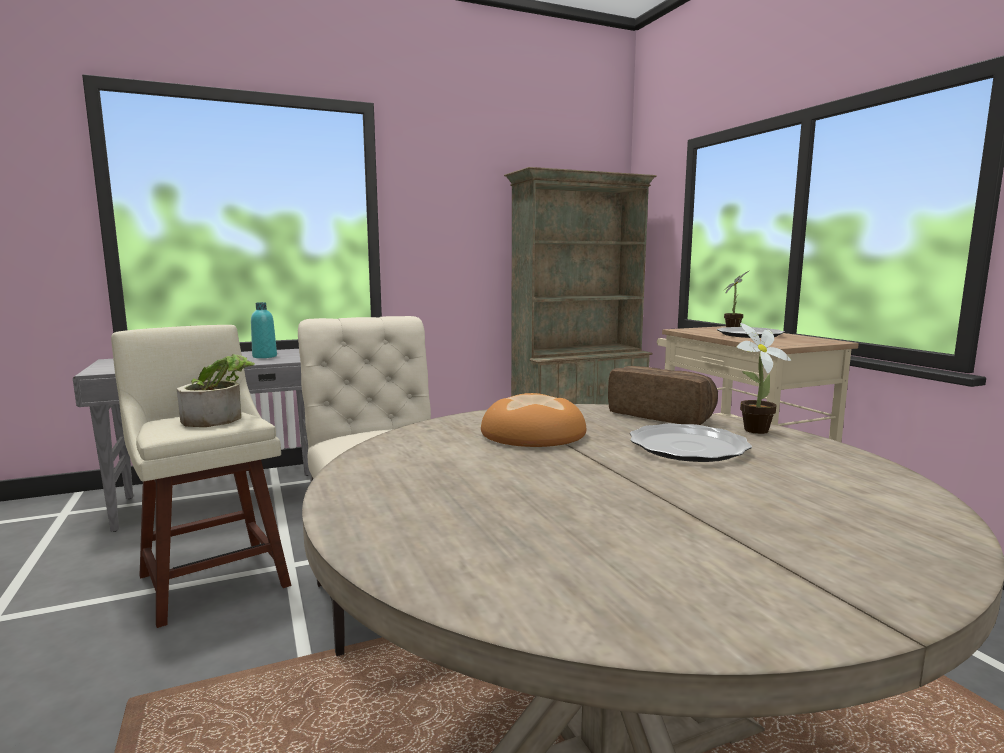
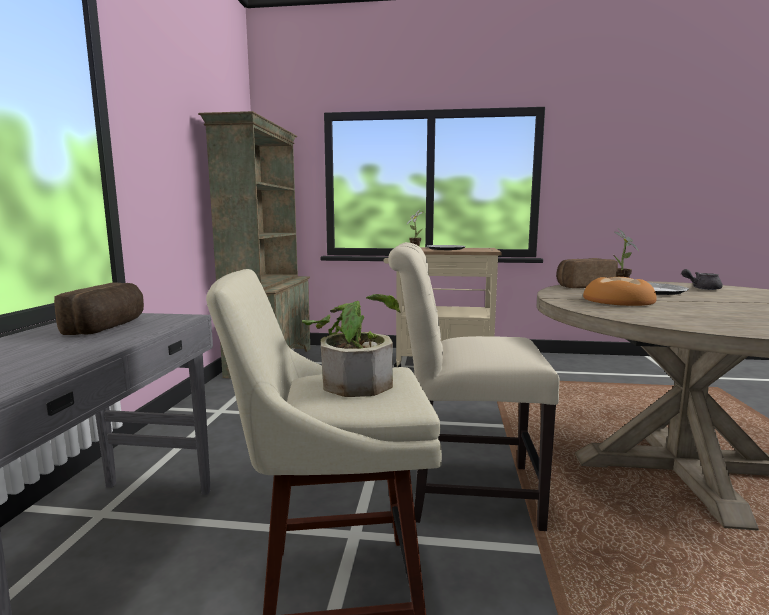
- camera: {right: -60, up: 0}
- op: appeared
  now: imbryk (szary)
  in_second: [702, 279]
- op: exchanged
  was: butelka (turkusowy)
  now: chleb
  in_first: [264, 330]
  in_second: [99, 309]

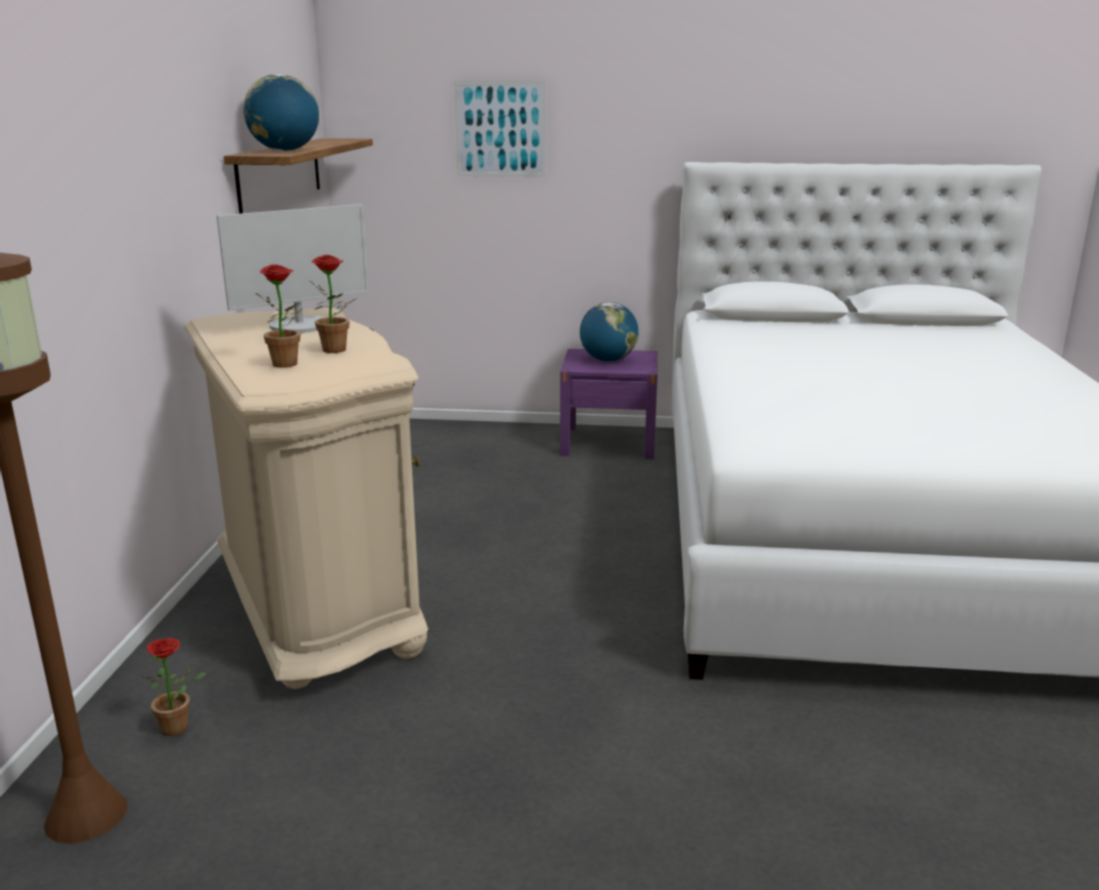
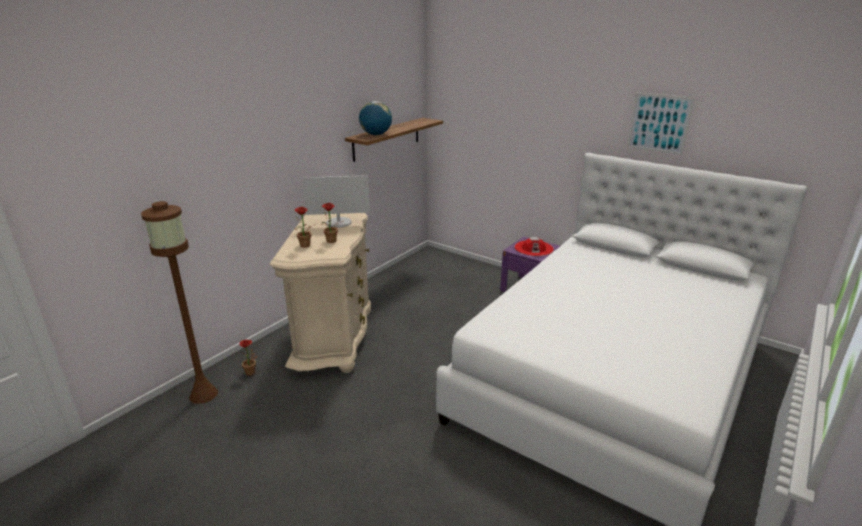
- camera: {right: 30, up: 5}
- op: relocated
  was: obraz
  in_first: [500, 129]
  in_second: [660, 123]
- op: exchanged
  was: globus
  now: kapelusz (czerwony)
  in_first: [609, 332]
  in_second: [534, 246]

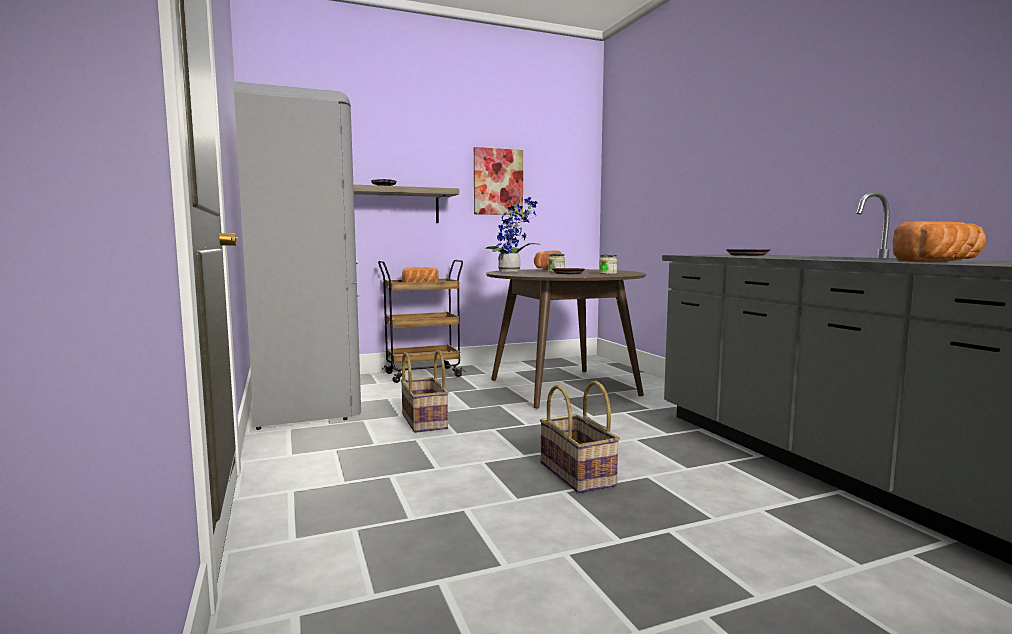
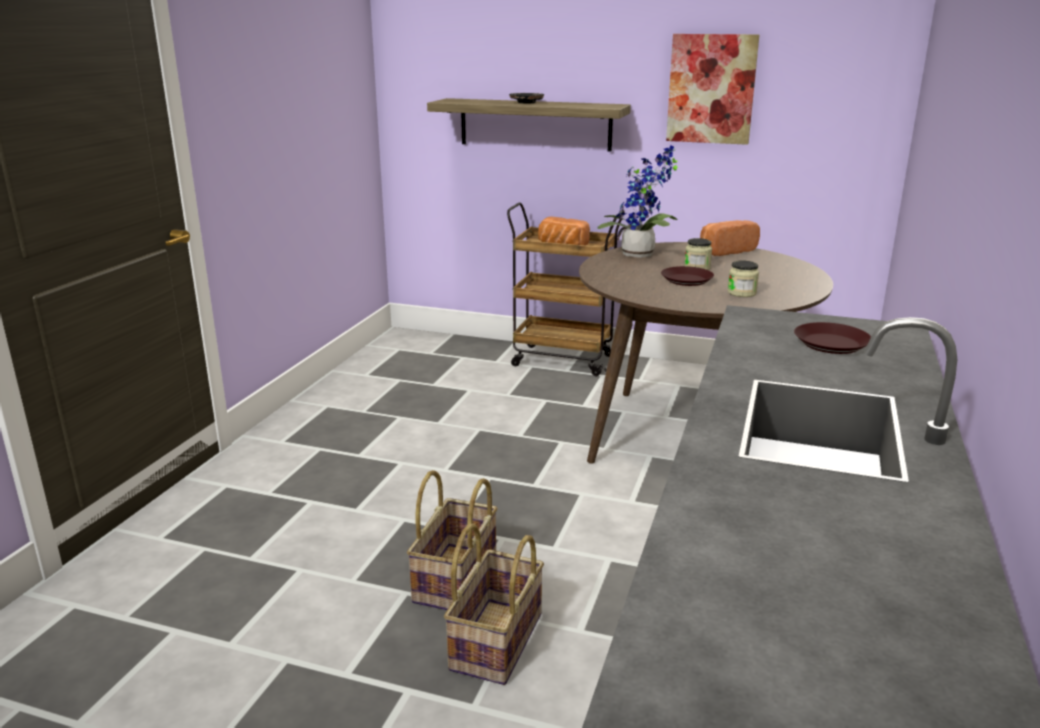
- camera: {right: 40, up: 15}
- op: missing
  was: lodówka (szary)
  in_first: [297, 255]
- op: missing
  was: chleb
  in_first: [939, 241]
- op: relocated
  was: koszyk
  in_first: [425, 391]
  in_second: [494, 604]

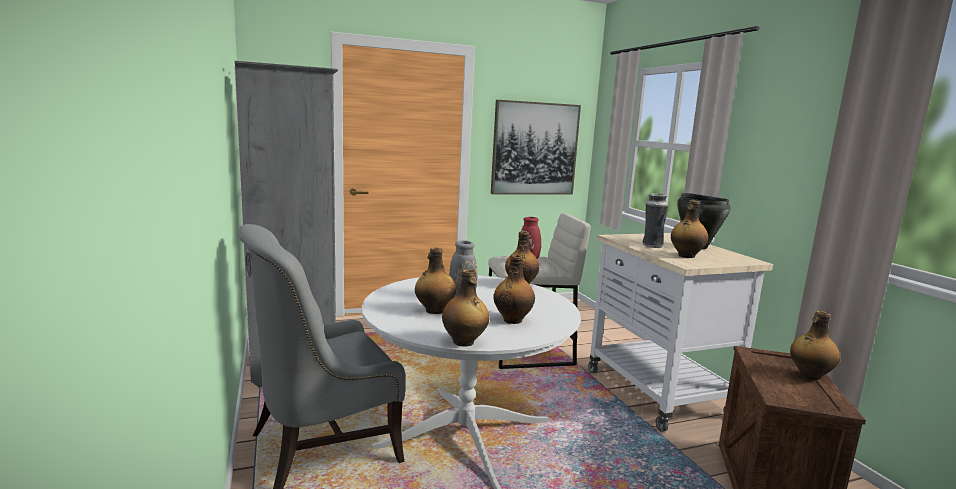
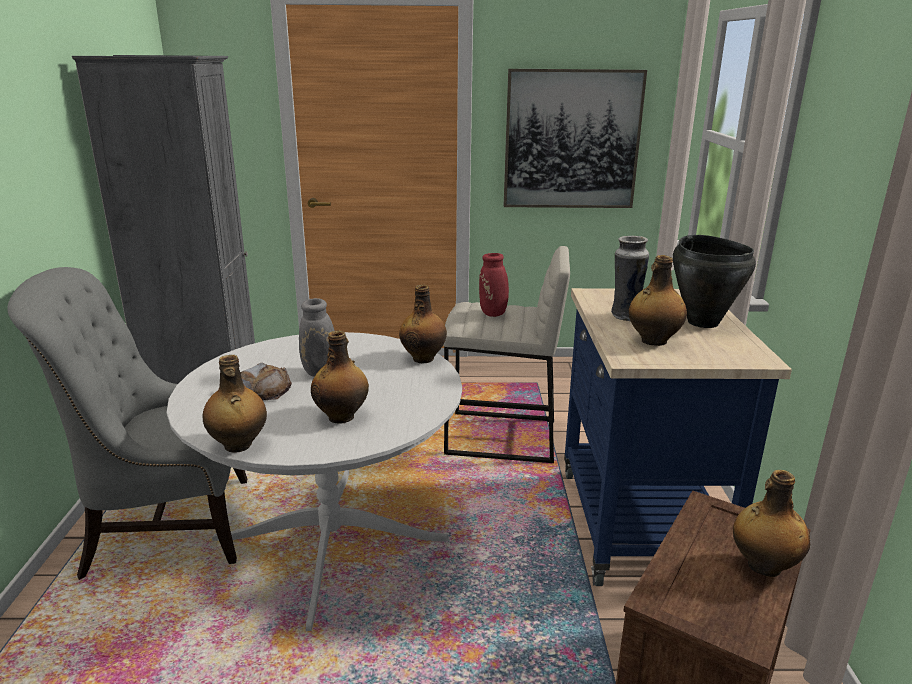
- camera: {right: 20, up: 10}
- op: exchanged
  was: butelka
  now: chleb
  in_first: [435, 280]
  in_second: [266, 381]
- op: colour
  was: wózek (biały)
  now: wózek (niebieski)
  in_first: [680, 332]
  in_second: [678, 437]

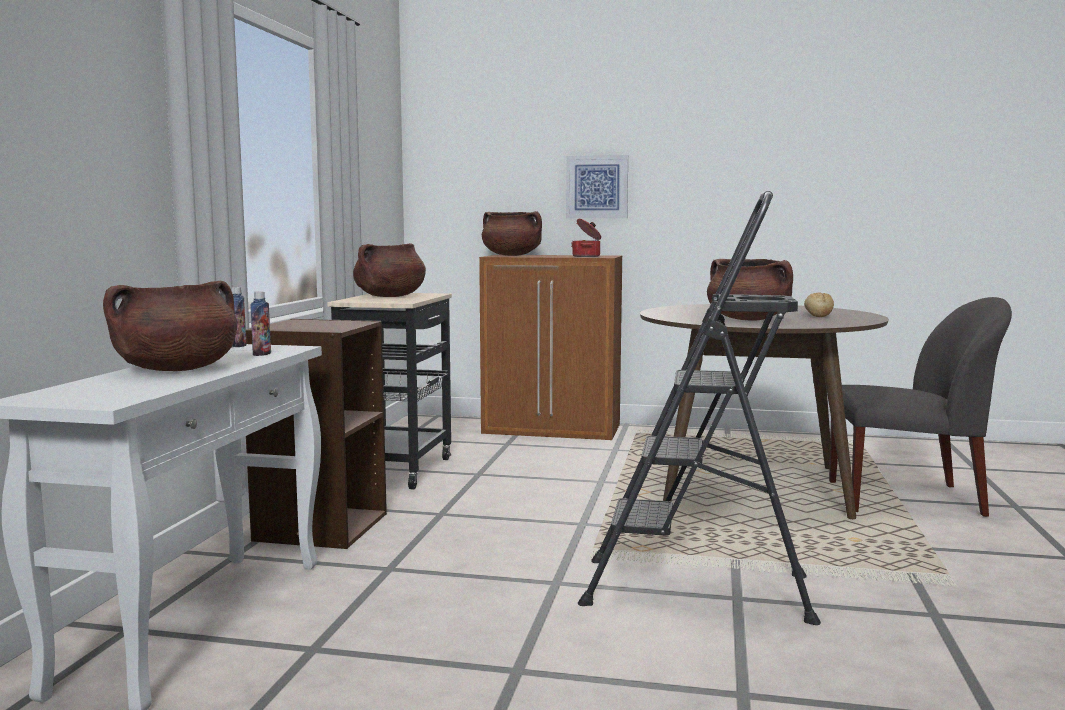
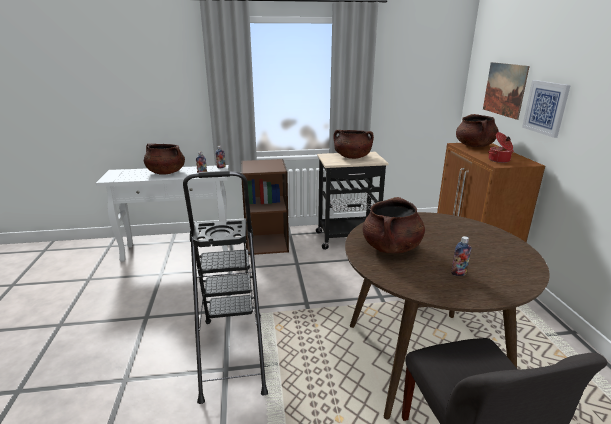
- camera: {right: 70, up: 15}
- op: appeared
  now: obraz
  in_second: [506, 91]
- op: exchanged
  was: chleb
  now: butelka
  in_first: [819, 304]
  in_second: [461, 256]

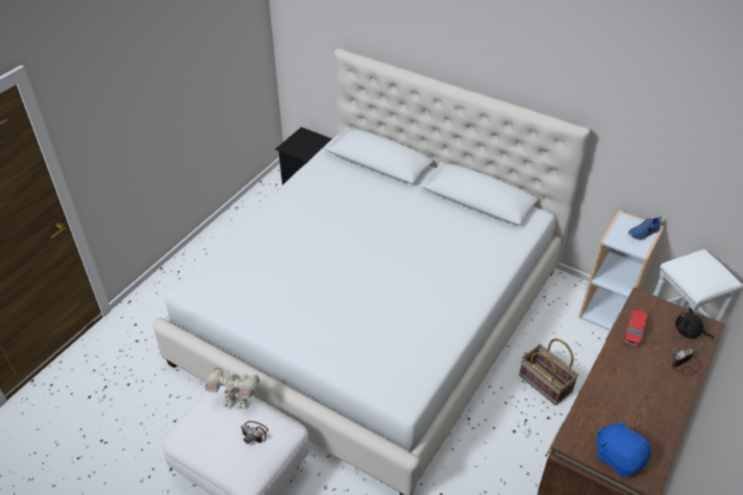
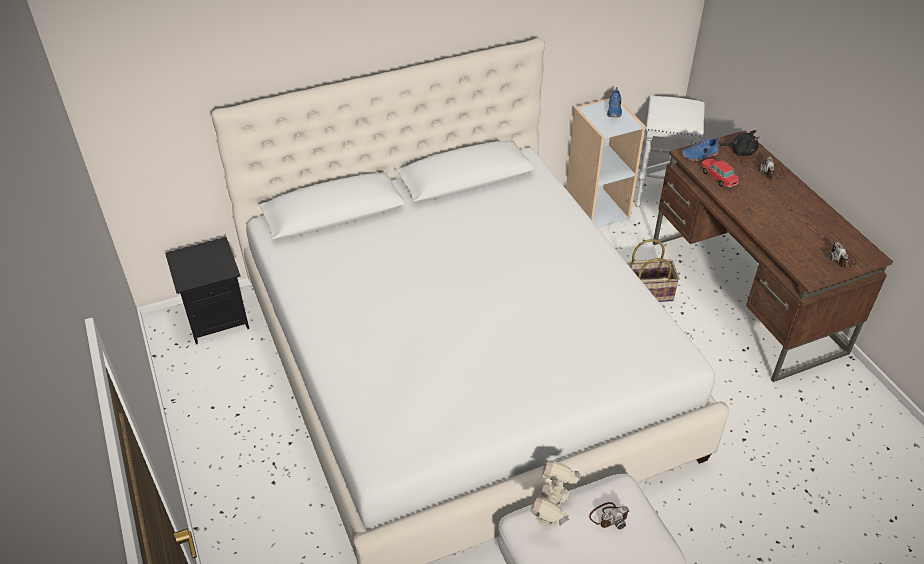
- camera: {right: -55, up: 0}
- op: appeared
  now: but (niebieski)
  in_second: [700, 149]
- op: exchanged
  was: pluszak (niebieski)
  now: aparat fotograficzny
  in_first: [623, 448]
  in_second: [842, 255]
- op: spun
  was: robot zabawkowy
  in_first: [232, 388]
  in_second: [555, 493]
  clockwise: 150
- op: spun
  was: pluszak (czarny)
  in_first: [694, 323]
  in_second: [740, 143]
  clockwise: -135

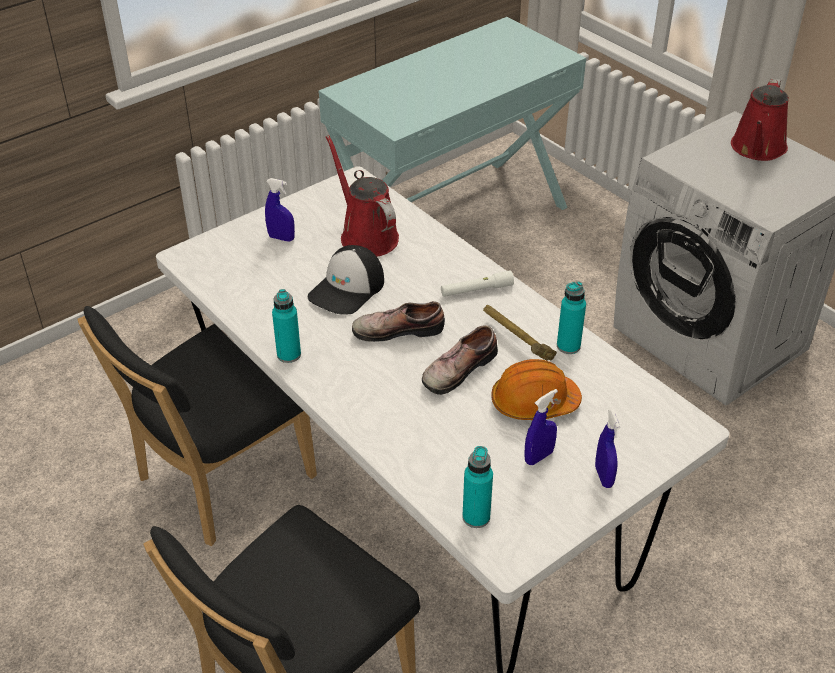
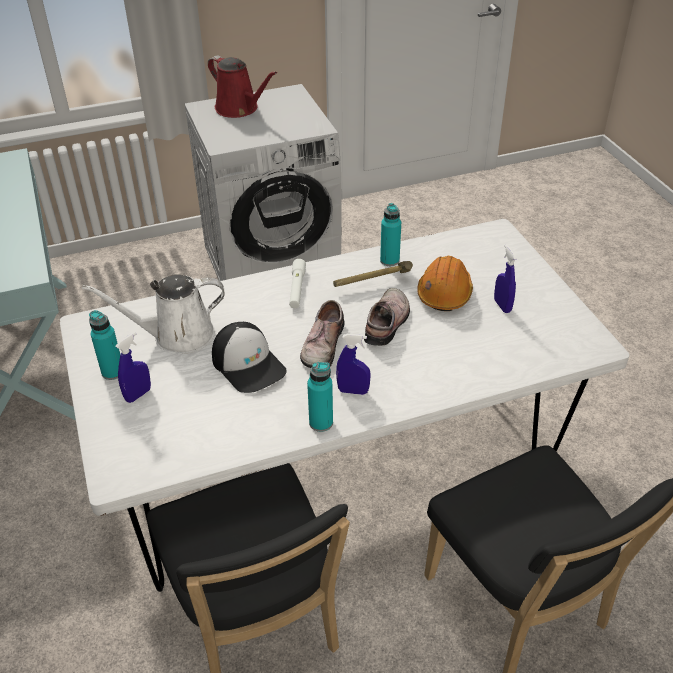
- camera: {right: -70, up: 0}
- op: relocated
  was: butelka (turkusowy)
  in_first: [477, 487]
  in_second: [104, 345]
- op: relocated
  was: spryskiwacz (niebieski)
  in_first: [607, 448]
  in_second: [353, 364]
- op: colour
  was: konewka (czerwony)
  now: konewka (biały)
  in_first: [362, 196]
  in_second: [153, 314]
- op: spun
  was: but
  in_first: [460, 360]
  in_second: [387, 317]
  clockwise: -135

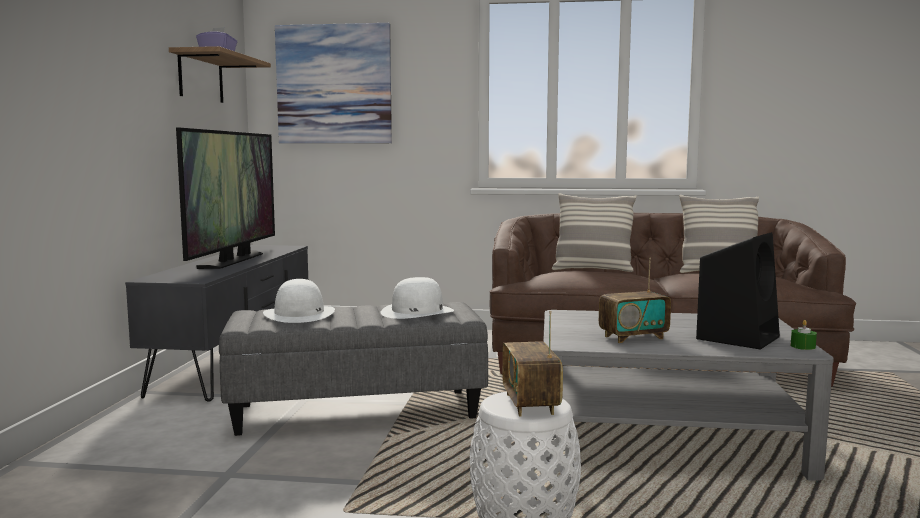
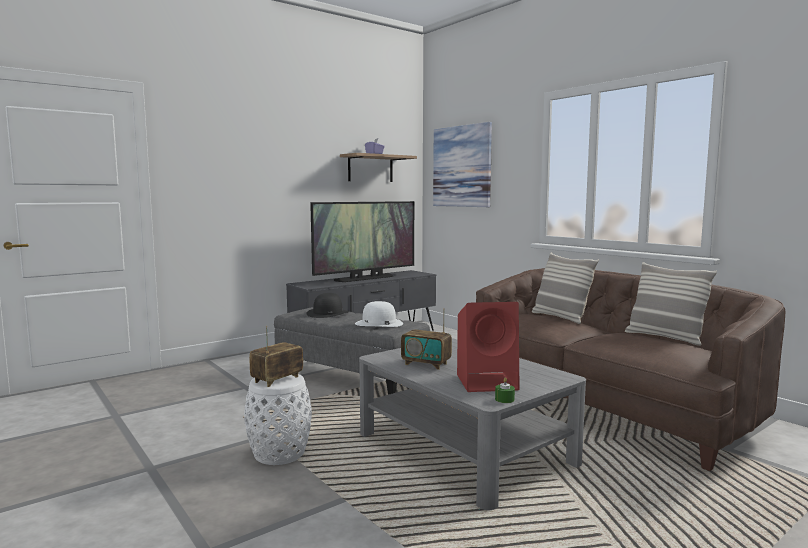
- camera: {right: 45, up: 0}
- op: colour
  was: kapelusz (biały)
  now: kapelusz (czarny)
  in_first: [299, 301]
  in_second: [327, 305]
- op: colour
  was: głośnik (czarny)
  now: głośnik (czerwony)
  in_first: [738, 291]
  in_second: [488, 347]

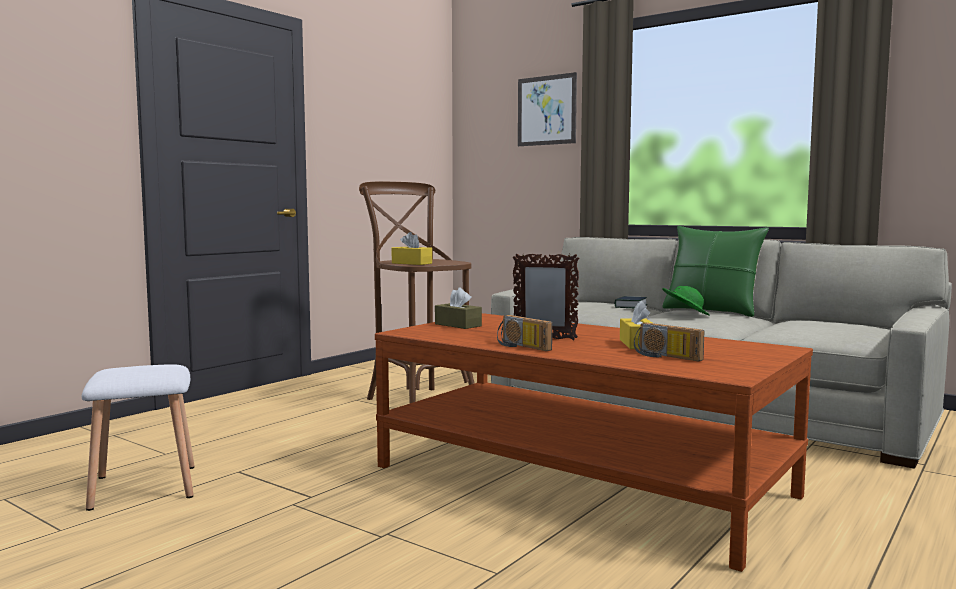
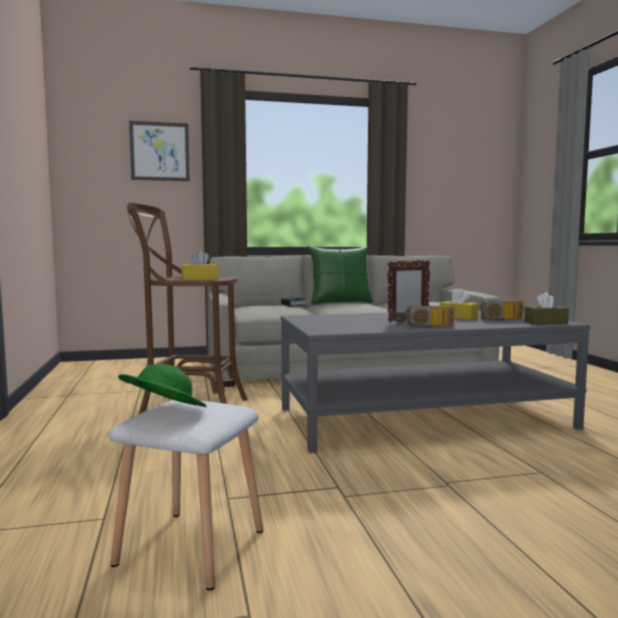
- camera: {right: -50, up: 0}
- op: relocated
  was: pudełko chusteczek (brązowy)
  in_first: [458, 308]
  in_second: [546, 308]
- op: relocated
  was: kapelusz (zielony)
  in_first: [686, 301]
  in_second: [162, 385]
- op: colour
  was: ława (brązowy)
  now: ława (szary)
  in_first: [594, 442]
  in_second: [435, 381]

